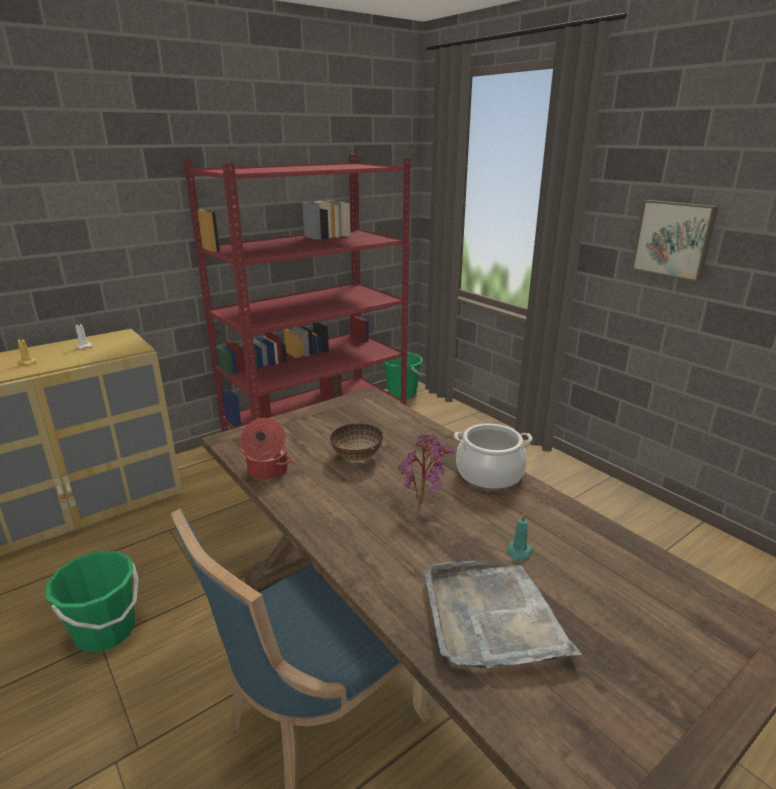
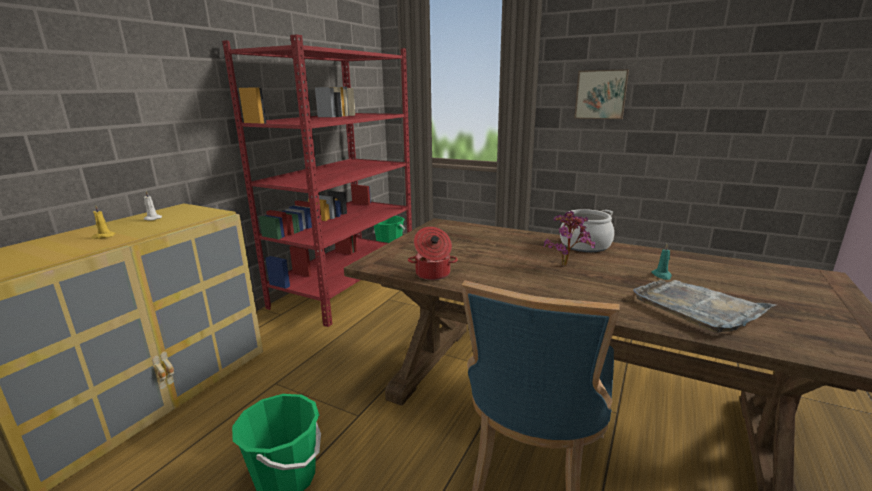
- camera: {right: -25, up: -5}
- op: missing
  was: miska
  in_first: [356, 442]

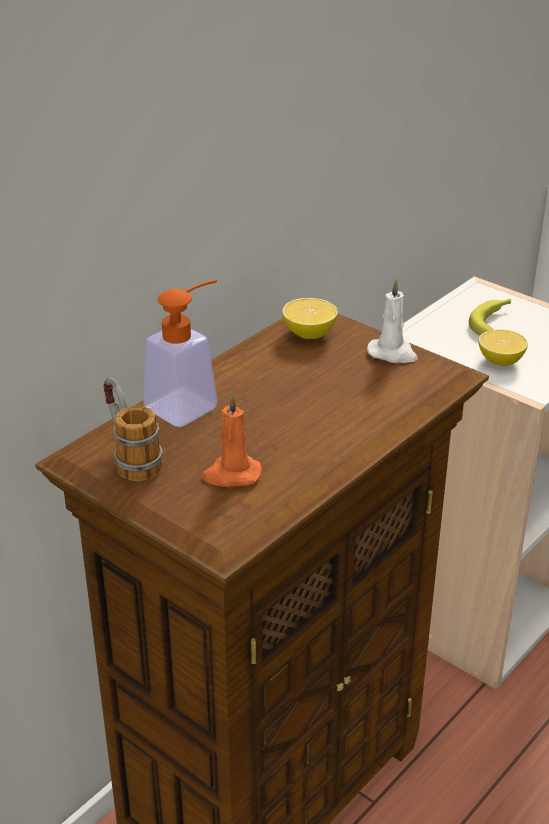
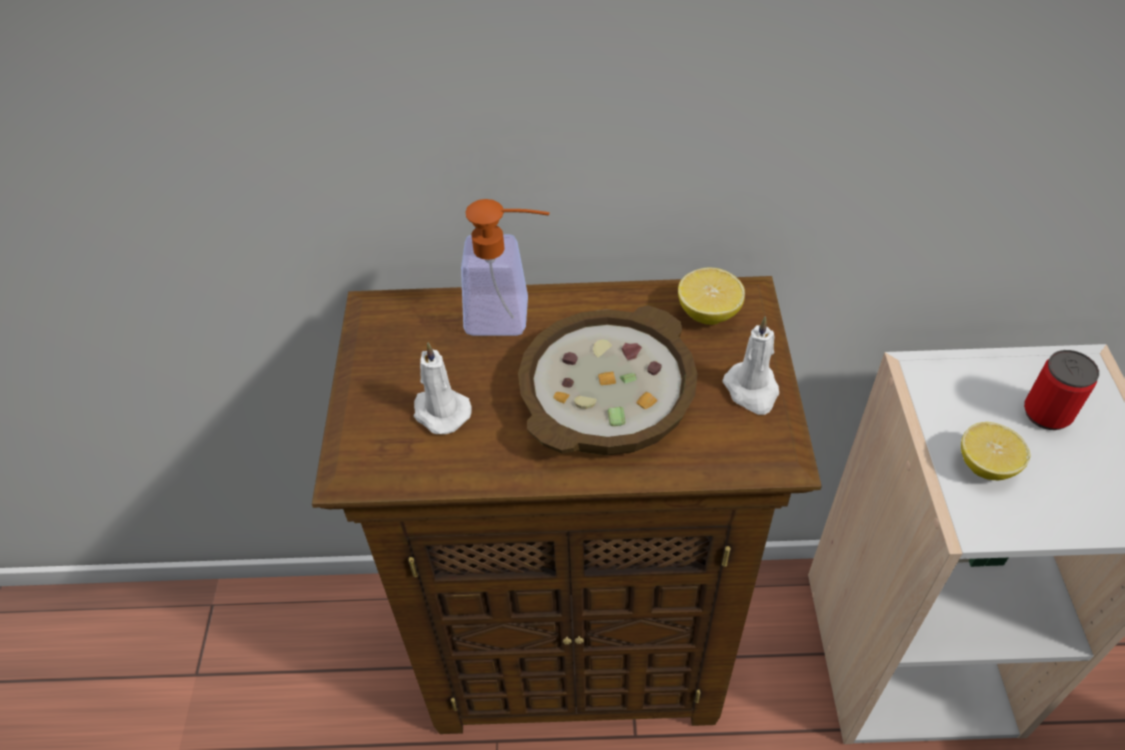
- camera: {right: 50, up: 15}
- op: missing
  was: kubek
  in_first: [133, 429]
- op: appeared
  now: miska
  in_second: [608, 380]
- op: exchanged
  was: banan
  now: puszka
  in_first: [490, 317]
  in_second: [1061, 390]
- op: colour
  was: świeca (pomarańczowy)
  now: świeca (biały)
  in_first: [232, 440]
  in_second: [443, 388]

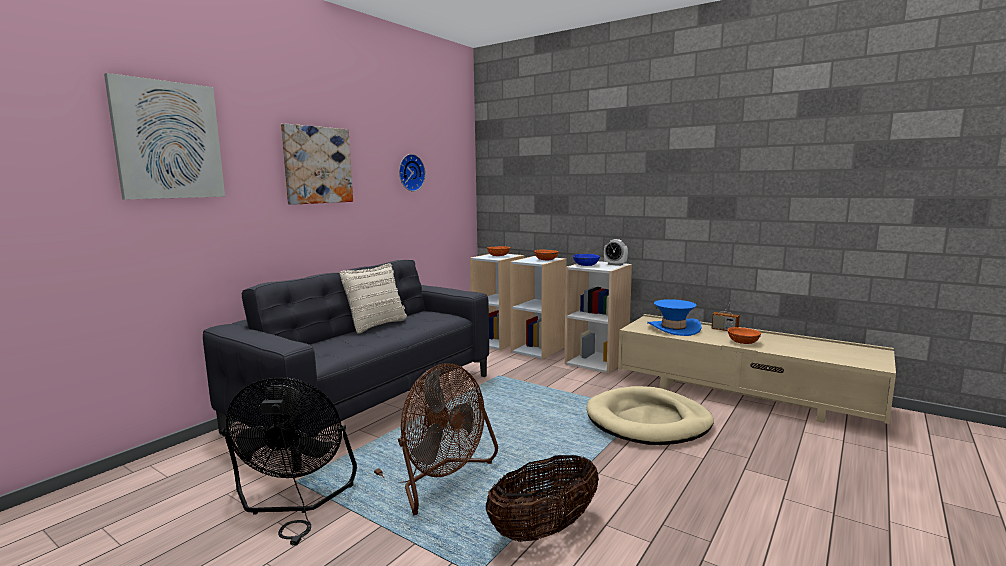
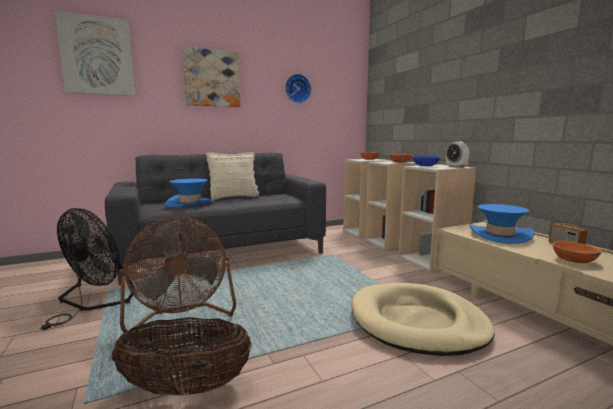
- camera: {right: 30, up: 0}
- op: appeared
  now: kapelusz (niebieski)
  in_second: [189, 193]

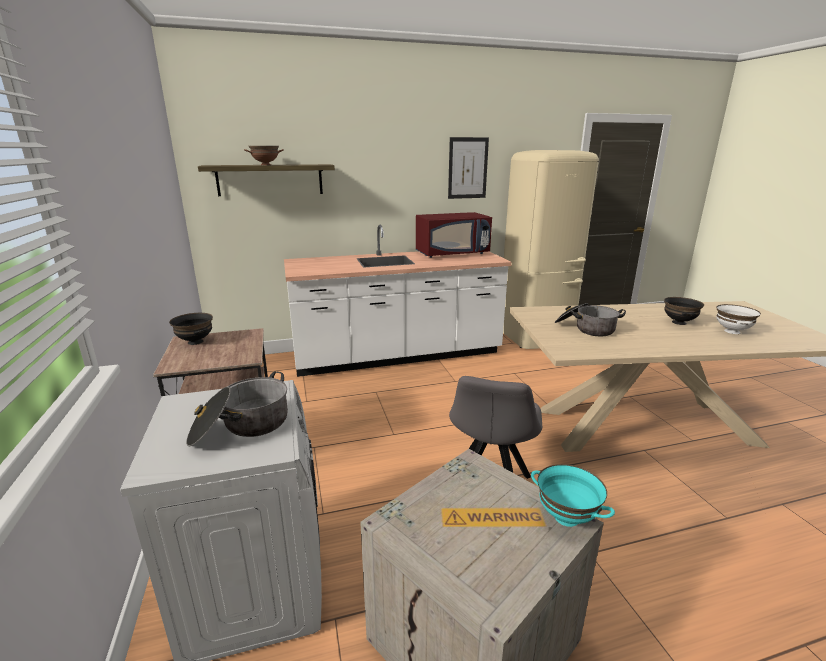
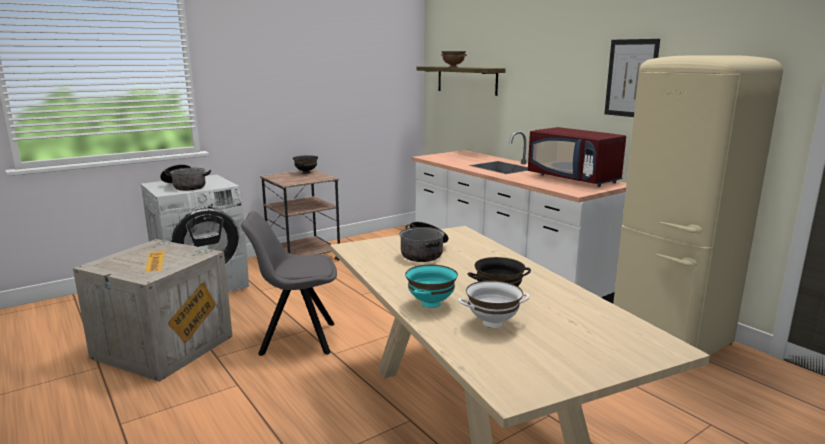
- camera: {right: 70, up: -5}
- op: relocated
  was: miska (turkusowy)
  in_first: [573, 495]
  in_second: [431, 286]

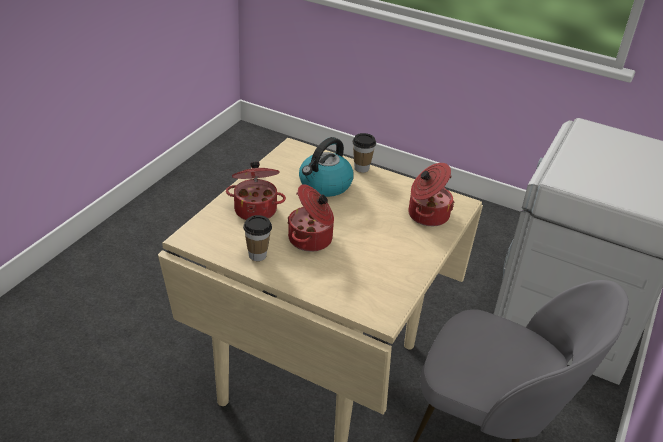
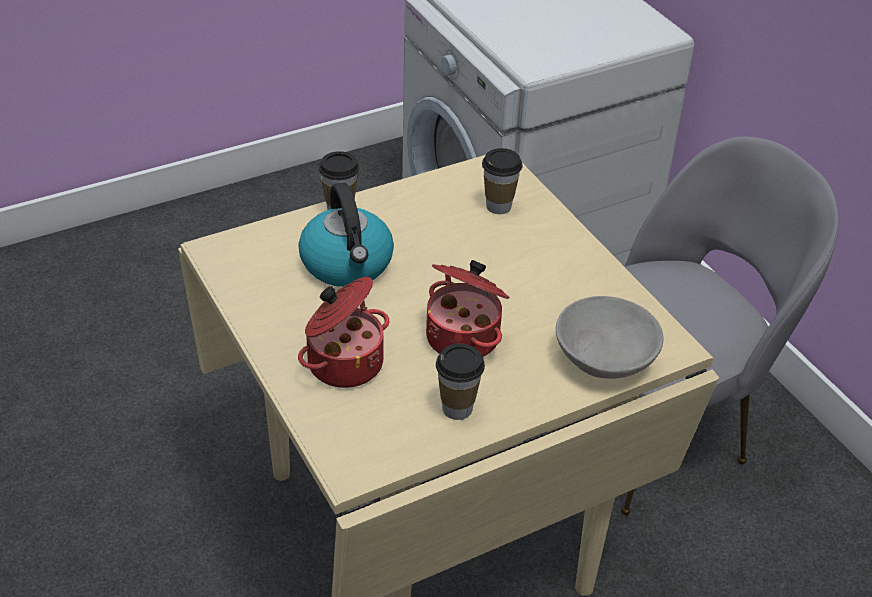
- camera: {right: -55, up: 5}
- op: appeared
  now: miska (szary)
  in_second: [609, 337]
- op: exchanged
  was: garnek
  now: filiżanka
  in_first: [431, 194]
  in_second: [502, 181]

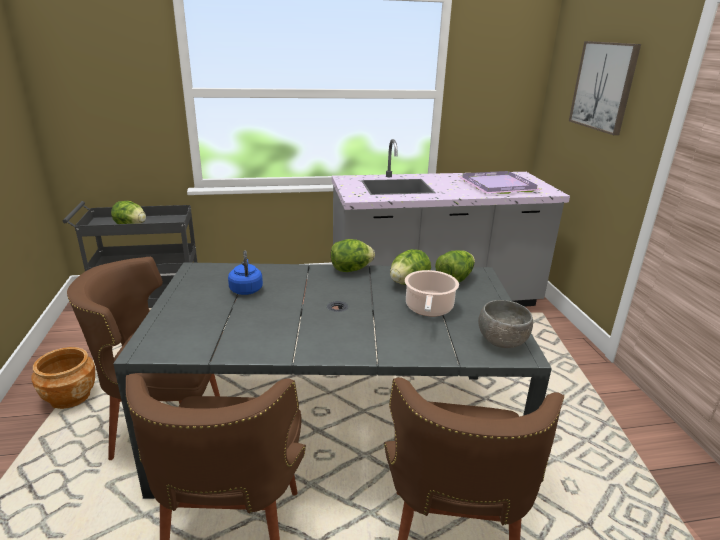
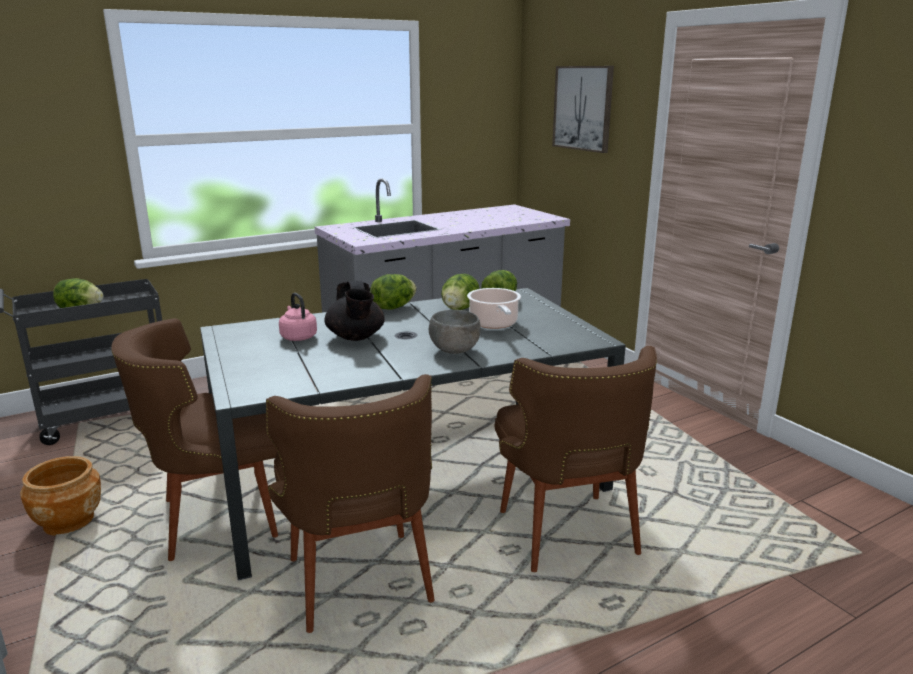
- camera: {right: -20, up: -5}
- op: missing
  was: taca (fioletowy)
  in_first: [499, 182]
- op: appeared
  now: imbryk (czarny)
  in_second: [354, 311]
- op: relocated
  was: miska (szary)
  in_first: [505, 324]
  in_second: [455, 332]
- op: colour
  was: czajnik (niebieski)
  now: czajnik (różowy)
  in_first: [245, 273]
  in_second: [298, 317]

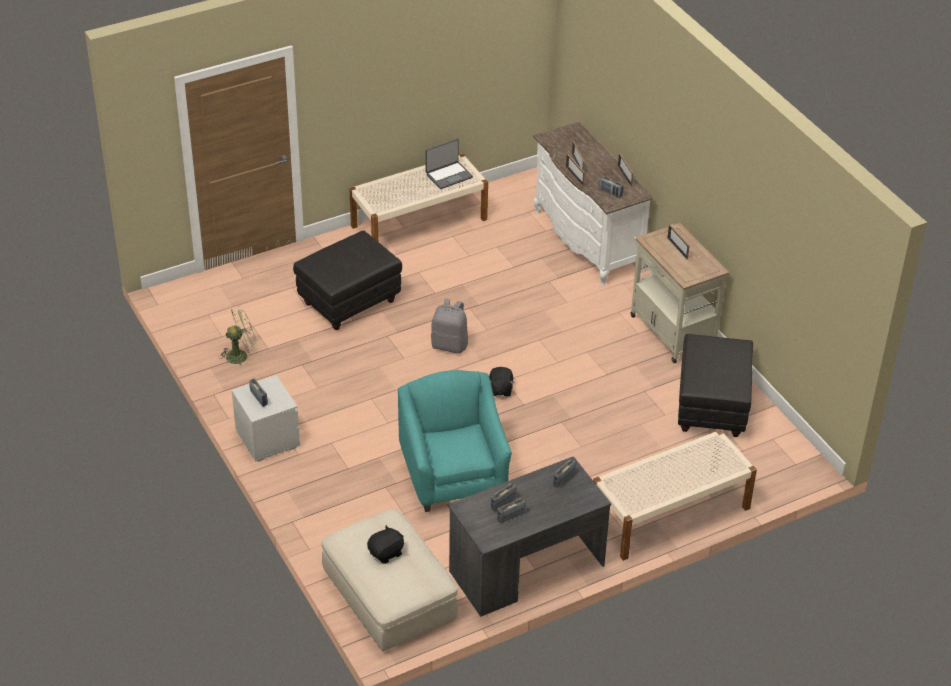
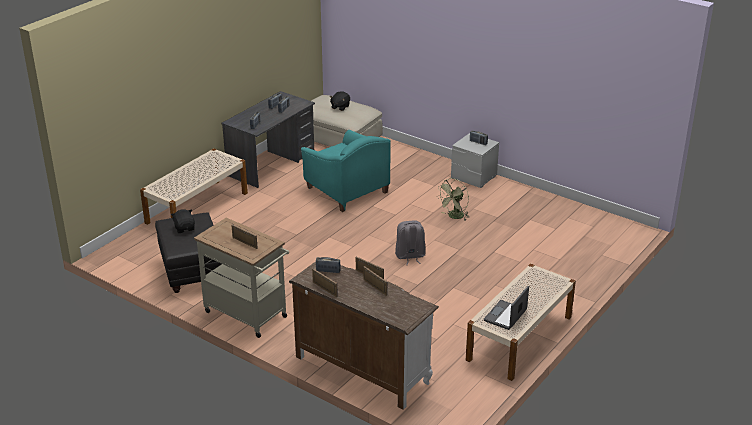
- camera: {right: 155, up: -10}
- op: missing
  was: pufa (czarny)
  in_first: [347, 280]
- op: relocated
  was: wentylator (zielony)
  in_first: [238, 336]
  in_second: [453, 199]
- op: relocated
  was: pluszak (czarny)
  in_first: [501, 382]
  in_second: [183, 221]

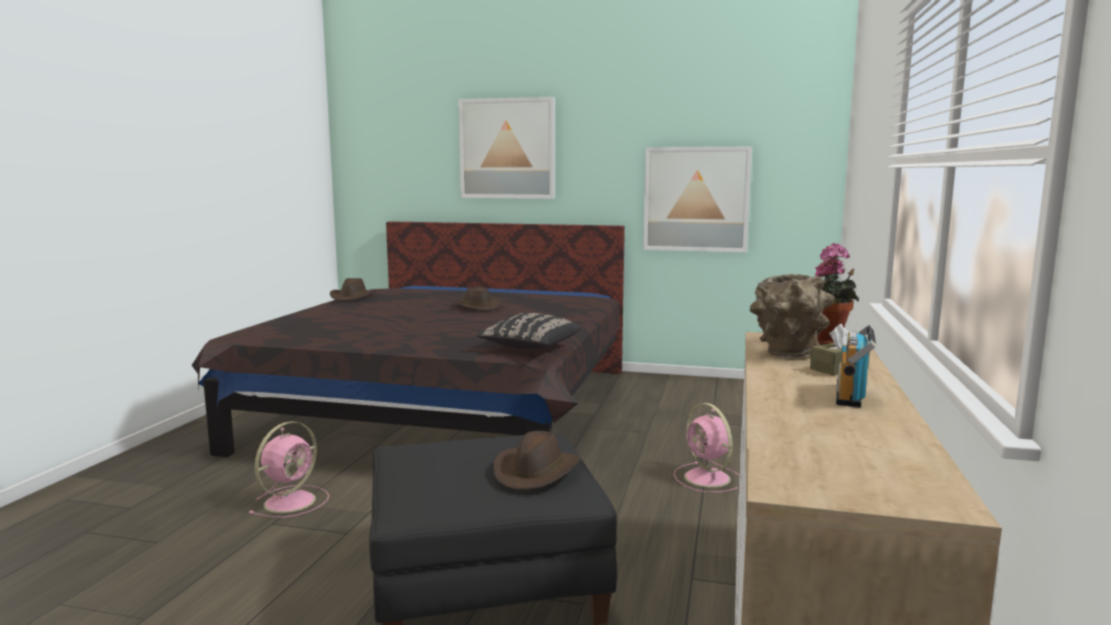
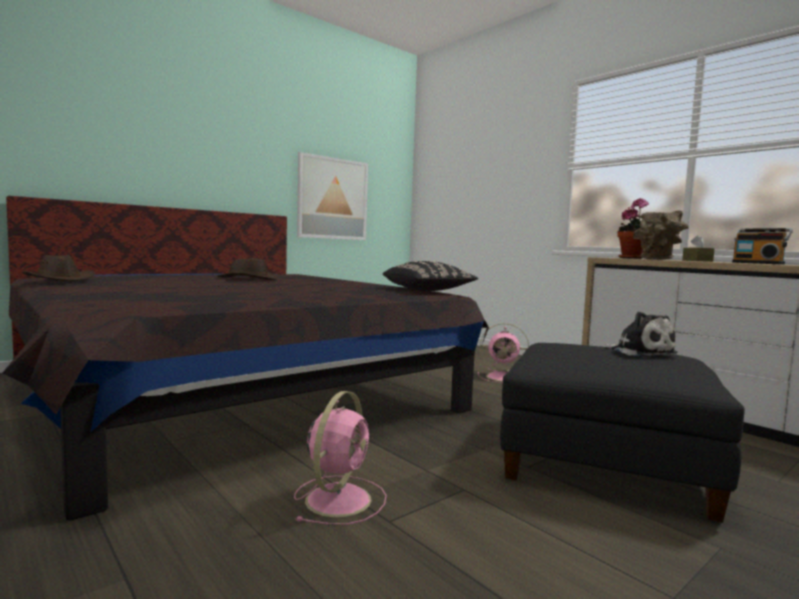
- camera: {right: -55, up: -5}
- op: missing
  was: obraz
  in_first: [506, 148]
- op: exchanged
  was: kapelusz (brązowy)
  now: pluszak
  in_first: [536, 461]
  in_second: [641, 334]
- op: spun
  was: wentylator (różowy)
  in_first: [288, 469]
  in_second: [340, 458]
  clockwise: 45

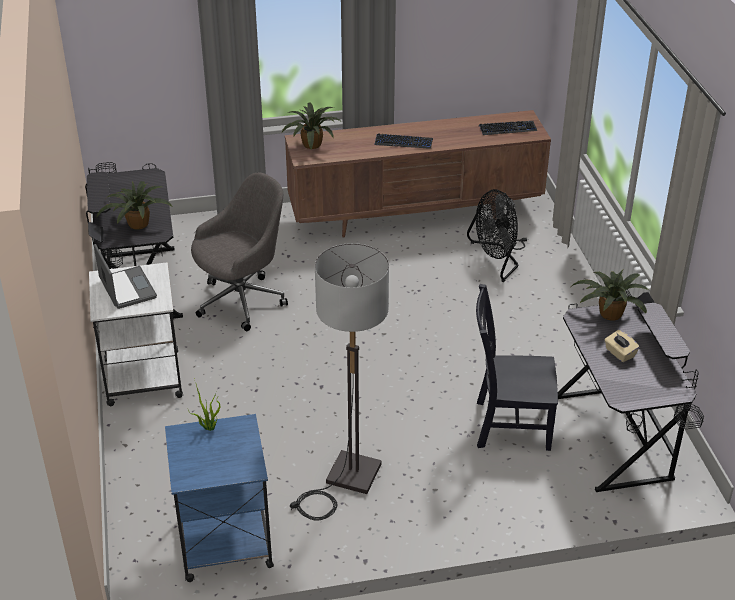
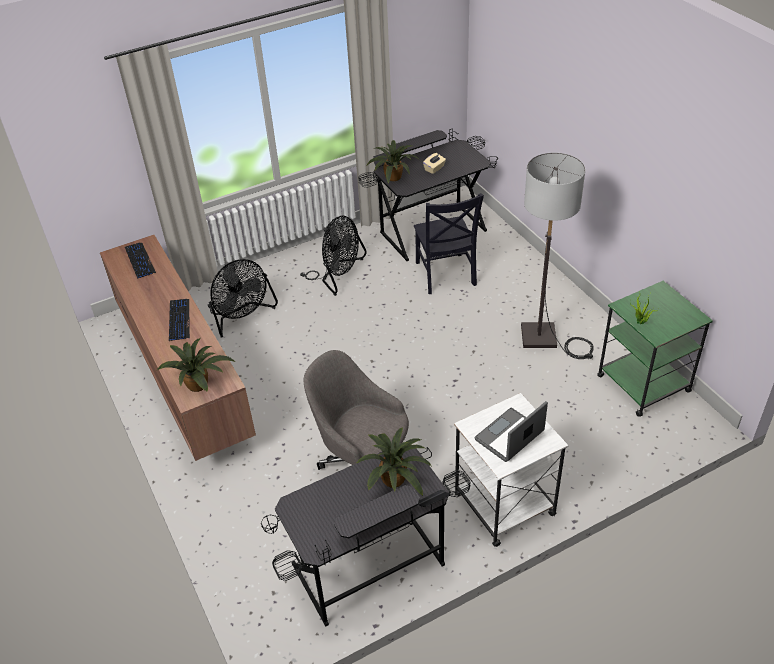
- camera: {right: -105, up: 5}
- op: appeared
  now: wentylator (czarny)
  in_second: [333, 256]
- op: colour
  was: wózek (niebieski)
  now: wózek (zielony)
  in_first: [219, 498]
  in_second: [655, 349]

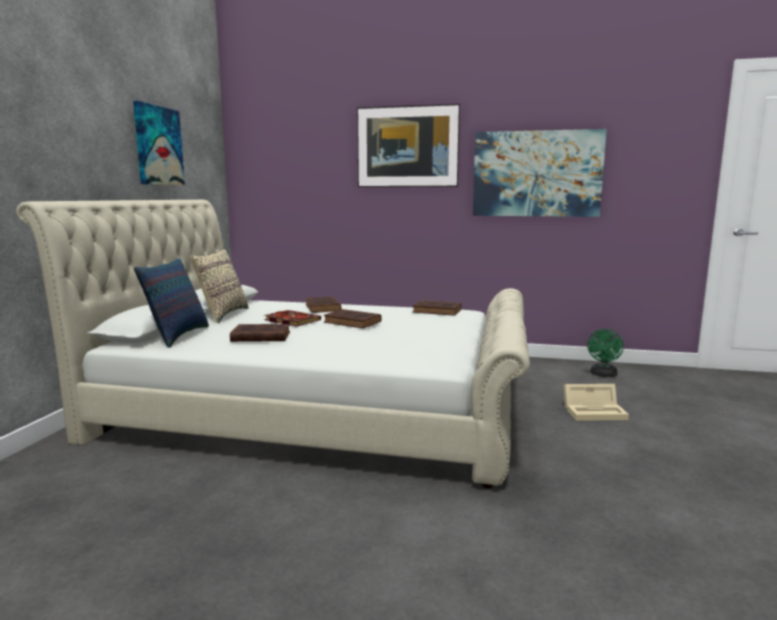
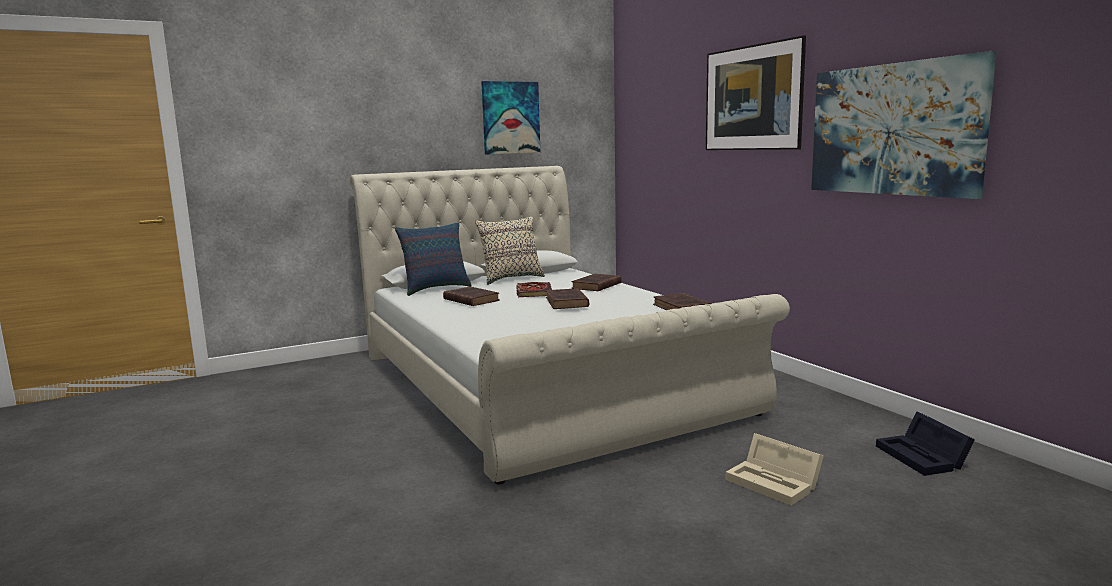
- camera: {right: 50, up: 0}
- op: exchanged
  was: wentylator (zielony)
  now: pojemnik do przechowywania (czarny)
  in_first: [605, 353]
  in_second: [925, 443]

